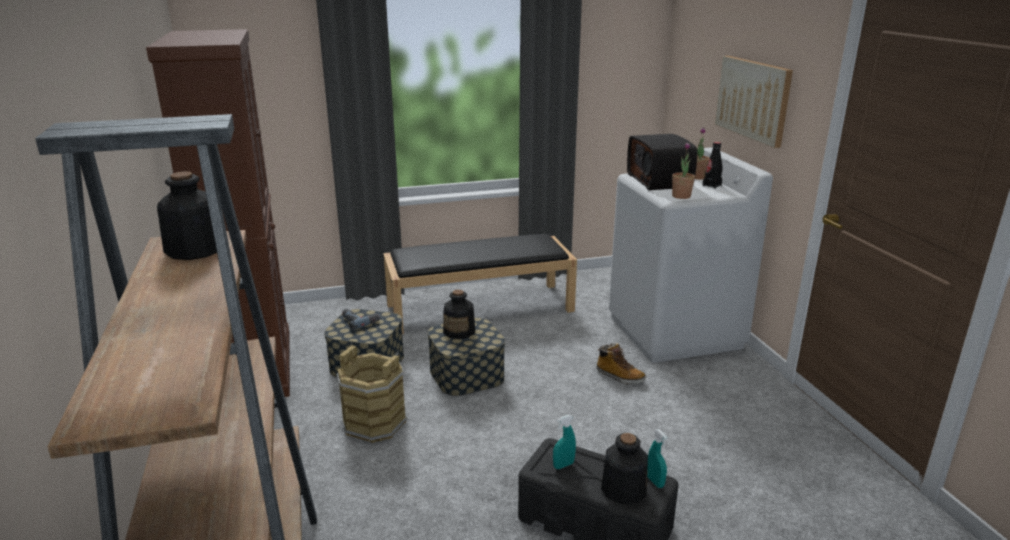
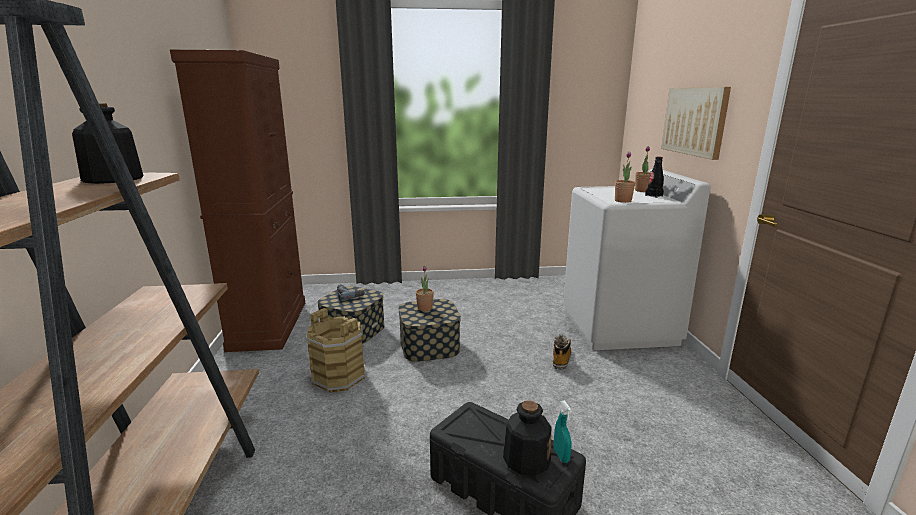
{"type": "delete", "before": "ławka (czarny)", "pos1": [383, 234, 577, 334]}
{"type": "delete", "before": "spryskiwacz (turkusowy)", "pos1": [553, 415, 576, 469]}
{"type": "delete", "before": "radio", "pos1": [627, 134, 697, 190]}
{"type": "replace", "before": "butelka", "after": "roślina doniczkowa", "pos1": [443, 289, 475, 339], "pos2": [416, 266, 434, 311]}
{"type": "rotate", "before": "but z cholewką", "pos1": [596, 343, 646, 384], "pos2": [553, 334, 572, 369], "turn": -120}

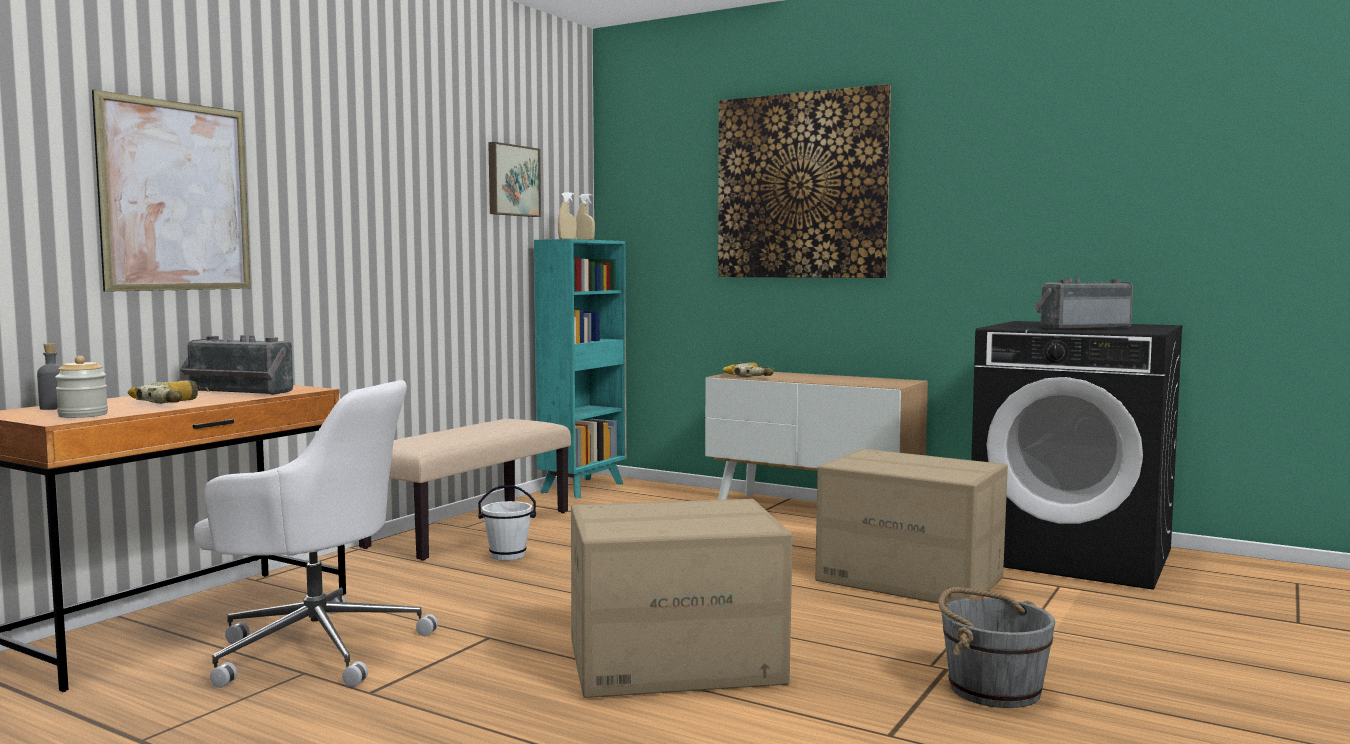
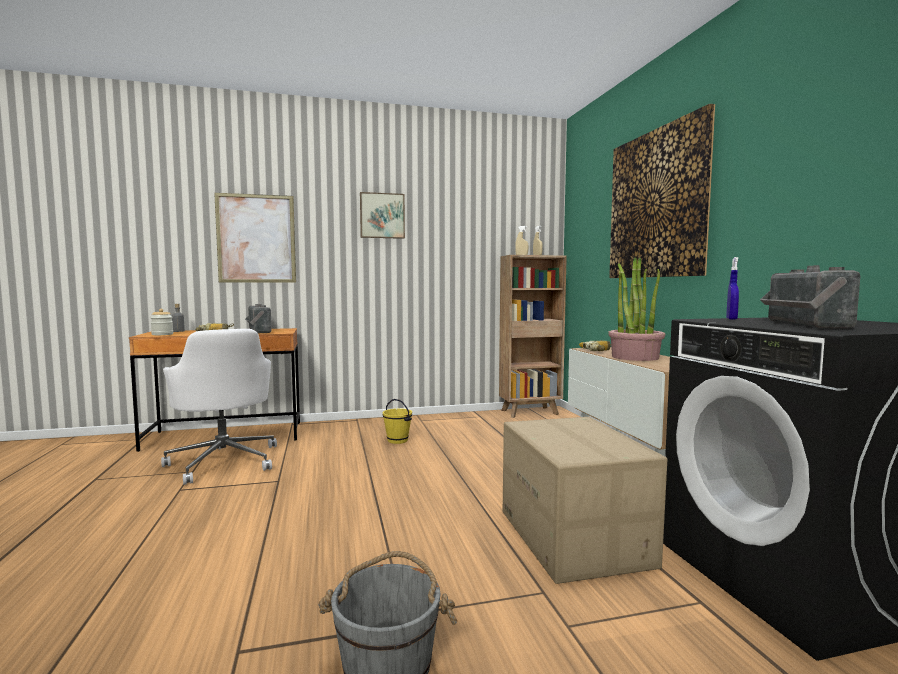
{"type": "delete", "before": "ławka (beżowy)", "pos1": [359, 419, 571, 561]}
{"type": "delete", "before": "karton", "pos1": [571, 499, 793, 698]}
{"type": "insert", "after": "roślina doniczkowa", "pos2": [608, 257, 665, 361]}
{"type": "insert", "after": "spryskiwacz (niebieski)", "pos2": [726, 257, 739, 320]}
{"type": "move", "before": "obraz", "pos1": [488, 142, 541, 217], "pos2": [360, 192, 405, 239]}
{"type": "recolor", "before": "wiadro (biały)", "after": "wiadro (żółty)", "pos1": [478, 485, 536, 561], "pos2": [382, 399, 412, 444]}
{"type": "recolor", "before": "regał (turkusowy)", "after": "regał (brązowy)", "pos1": [534, 239, 627, 498], "pos2": [499, 255, 567, 418]}
{"type": "rotate", "before": "radio", "pos1": [1034, 277, 1133, 329], "pos2": [760, 265, 860, 329], "turn": -105}

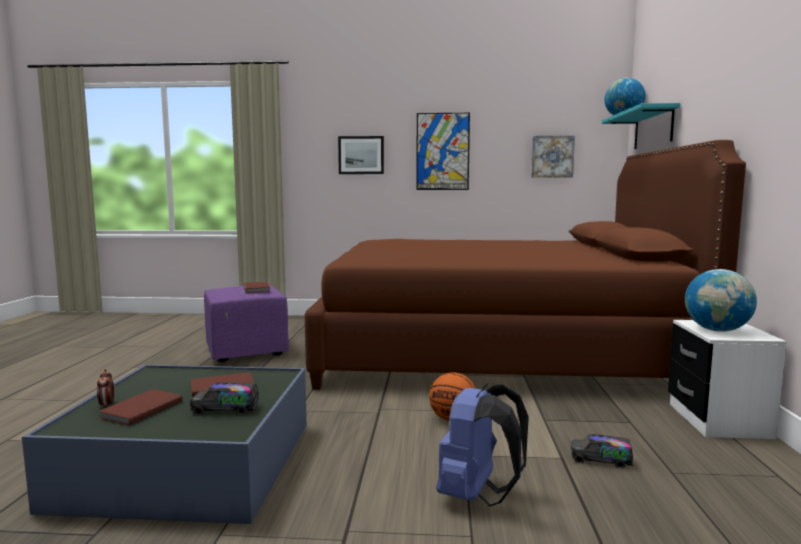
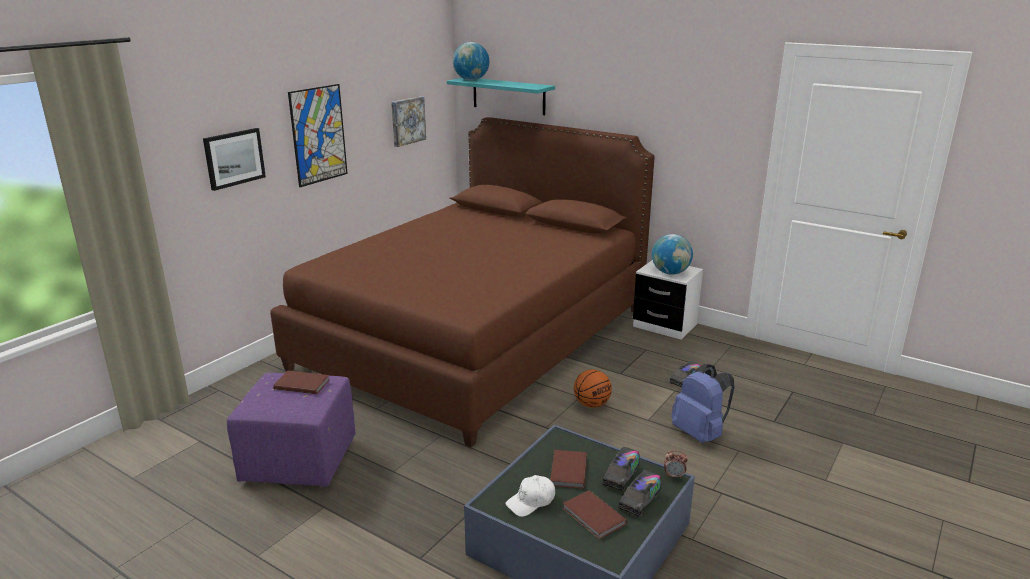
{"type": "insert", "after": "czapka z daszkiem (biały)", "pos2": [505, 475, 555, 517]}
{"type": "insert", "after": "ciężarówka zabawkowa", "pos2": [618, 470, 662, 517]}
{"type": "move", "before": "budzik", "pos1": [97, 369, 114, 409], "pos2": [664, 450, 688, 478]}

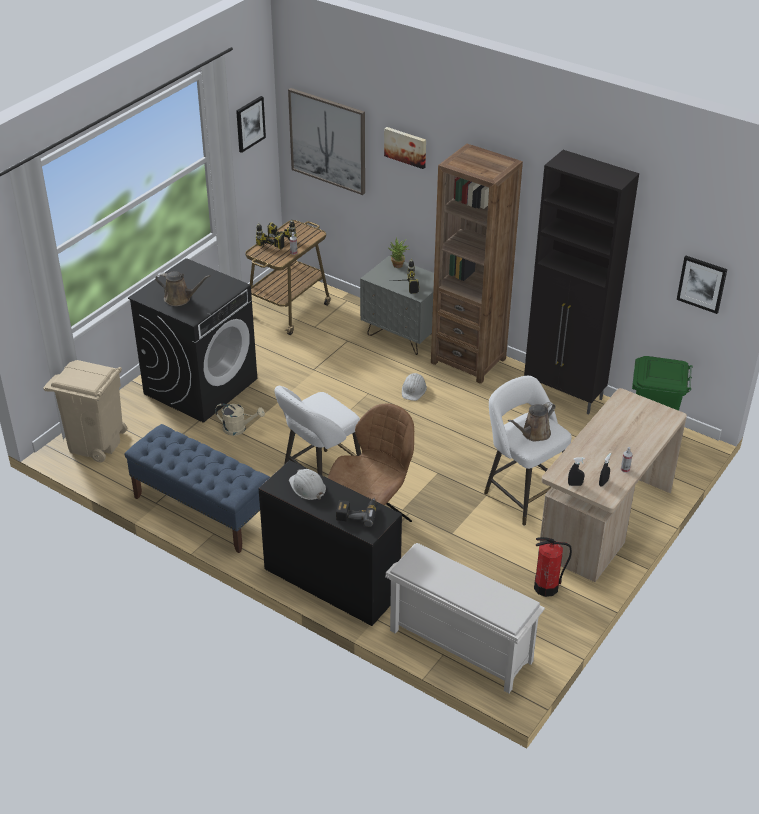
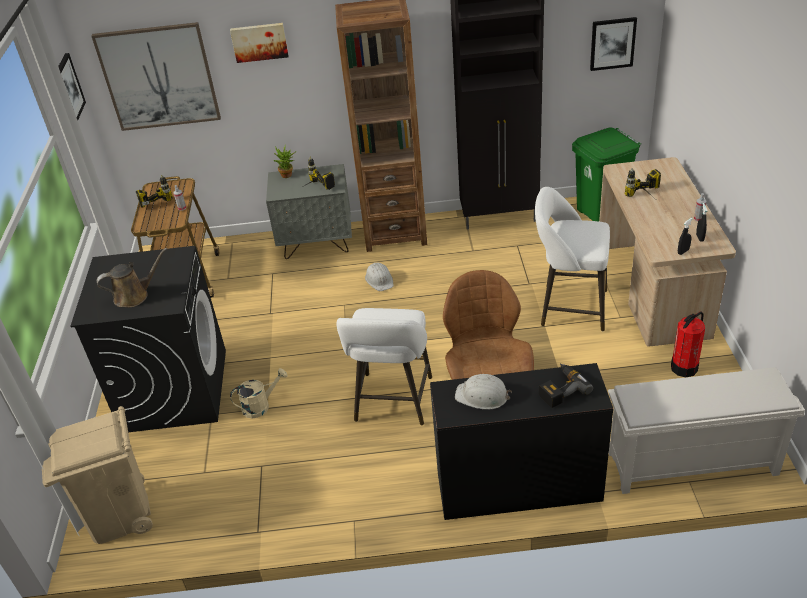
{"type": "delete", "before": "ławka (niebieski)", "pos1": [124, 424, 270, 553]}
{"type": "delete", "before": "konewka (brązowy)", "pos1": [508, 402, 556, 441]}
{"type": "move", "before": "wiertarka", "pos1": [256, 223, 284, 250], "pos2": [625, 168, 661, 198]}

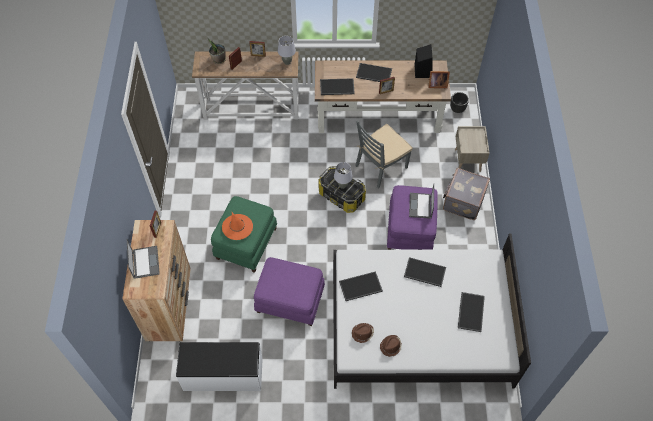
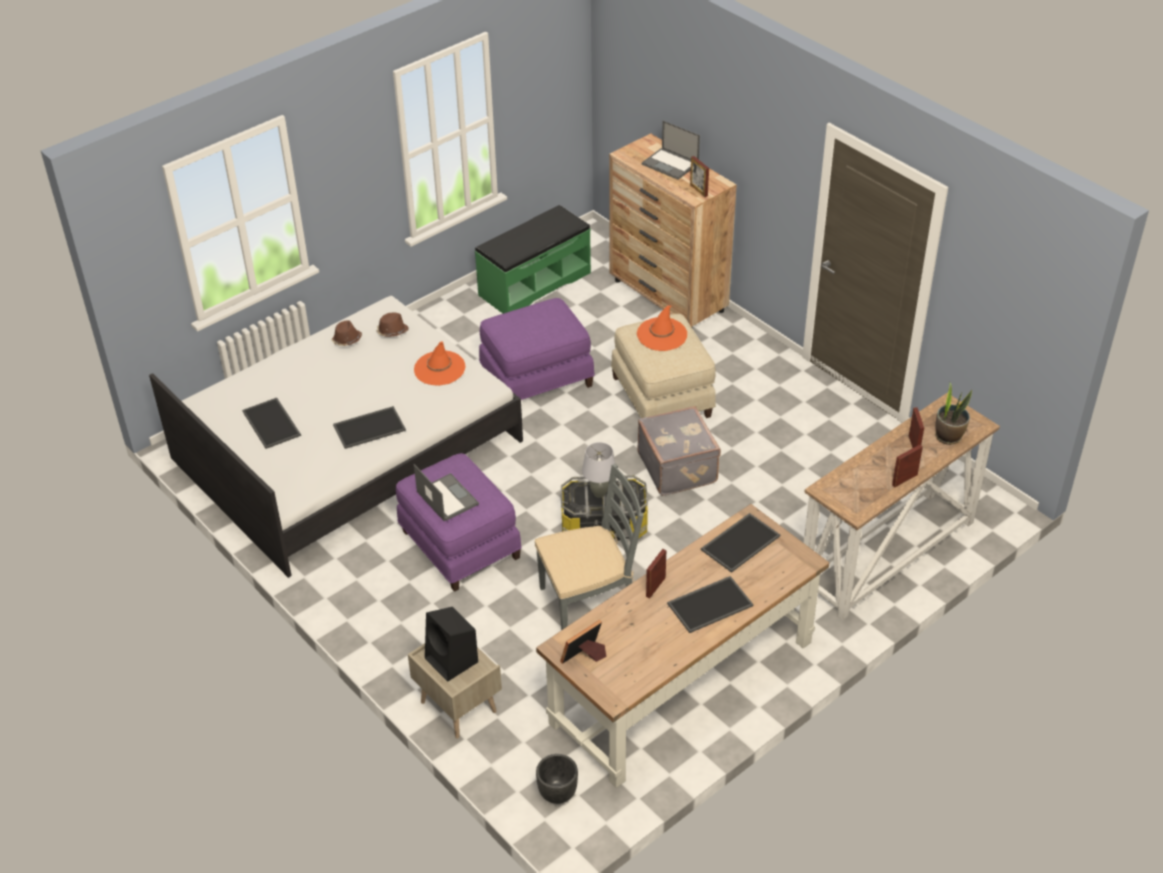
{"type": "delete", "before": "lampa stołowa (szary)", "pos1": [278, 36, 296, 65]}
{"type": "move", "before": "głośnik (czarny)", "pos1": [414, 44, 433, 78], "pos2": [425, 607, 478, 682]}
{"type": "move", "before": "walizka (szary)", "pos1": [443, 168, 490, 220], "pos2": [637, 406, 721, 496]}
{"type": "replace", "before": "taca", "after": "kapelusz (pomarańczowy)", "pos1": [339, 271, 383, 301], "pos2": [414, 341, 466, 386]}
{"type": "recolor", "before": "ławka (biały)", "after": "ławka (zielony)", "pos1": [176, 342, 263, 391], "pos2": [475, 205, 591, 314]}
{"type": "recolor", "before": "pufa (zielony)", "after": "pufa (beżowy)", "pos1": [211, 196, 277, 273], "pos2": [611, 314, 716, 418]}
{"type": "rotate", "before": "krzesło (szary)", "pos1": [355, 120, 413, 188], "pos2": [535, 464, 644, 630], "turn": 60}

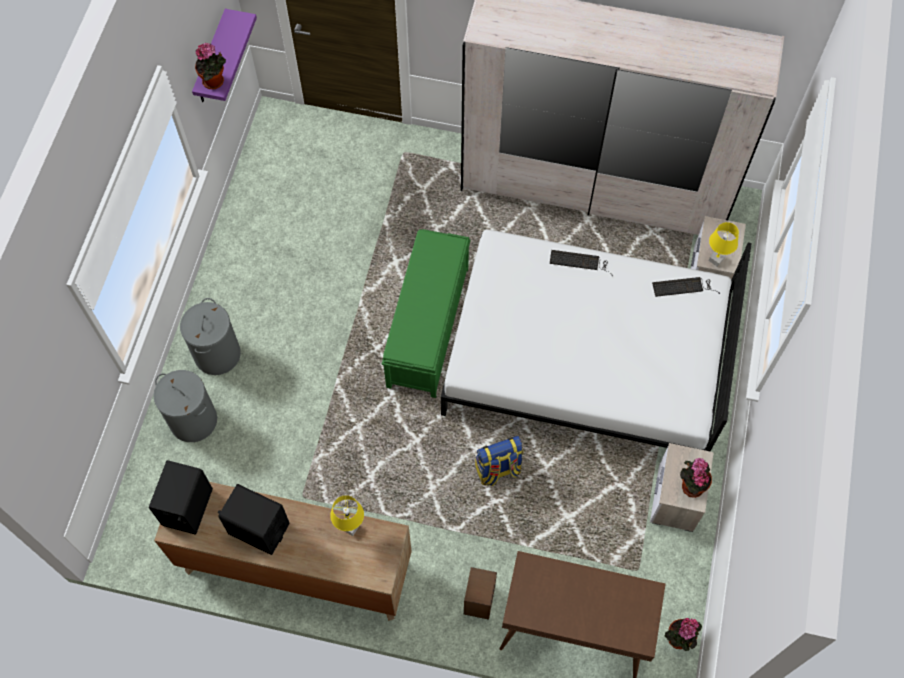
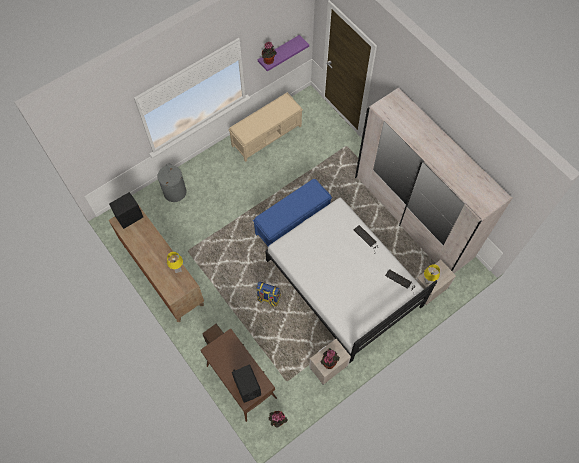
{"type": "delete", "before": "kosz na pranie (szary)", "pos1": [180, 298, 241, 375]}
{"type": "insert", "after": "ławka (beżowy)", "pos2": [229, 92, 303, 162]}
{"type": "move", "before": "głośnik (czarny)", "pos1": [218, 484, 289, 555], "pos2": [232, 364, 261, 403]}
{"type": "recolor", "before": "ławka (zielony)", "after": "ławka (niebieski)", "pos1": [382, 229, 471, 398], "pos2": [253, 179, 332, 246]}

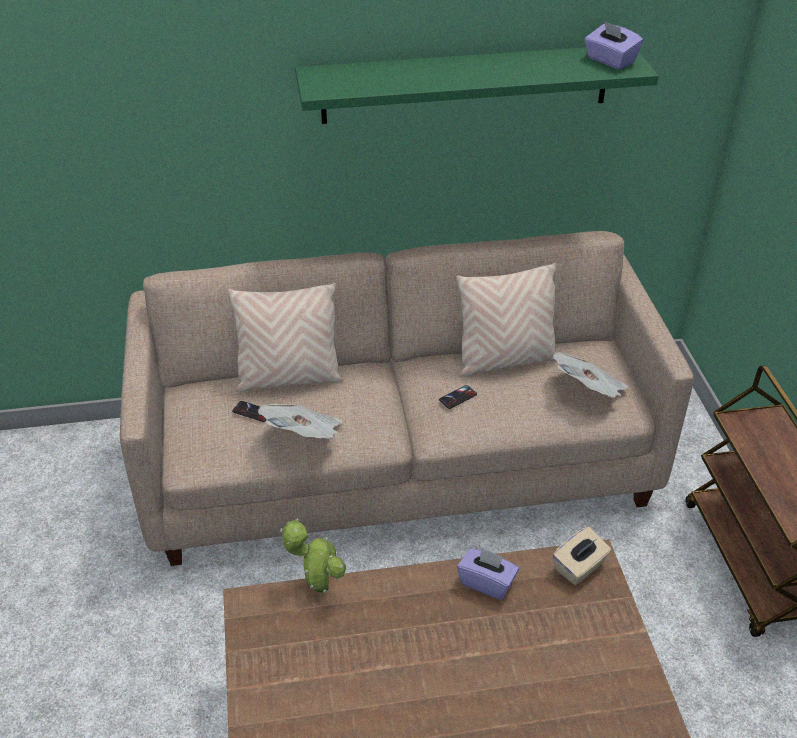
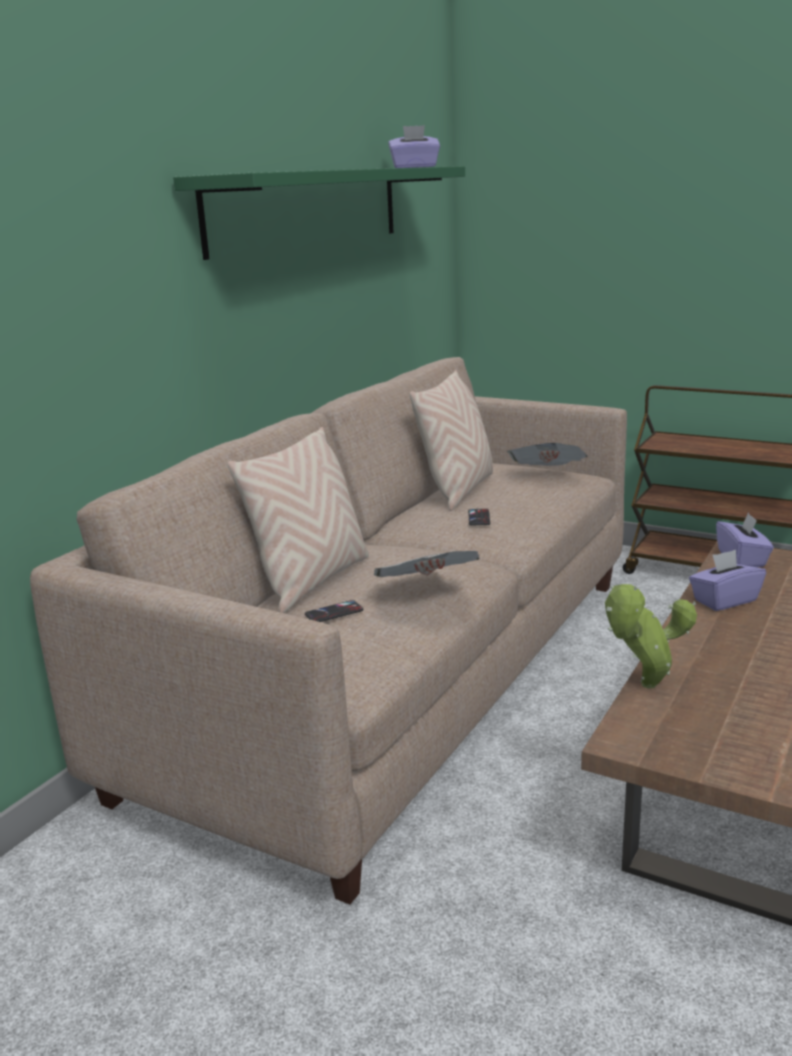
{"type": "recolor", "before": "pudełko chusteczek (beżowy)", "after": "pudełko chusteczek (fioletowy)", "pos1": [553, 527, 611, 585], "pos2": [716, 512, 774, 567]}

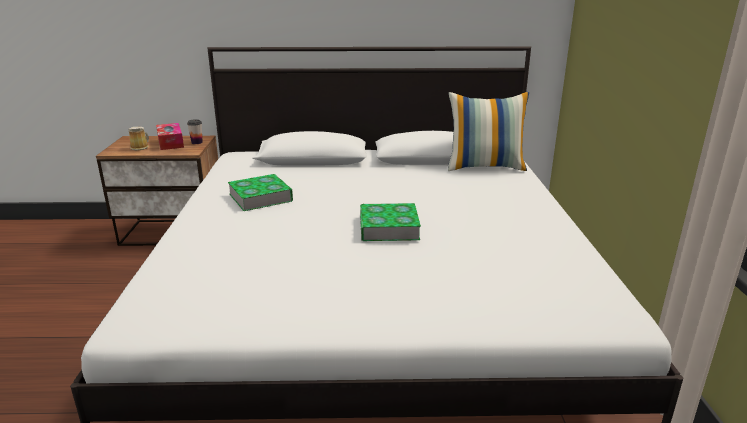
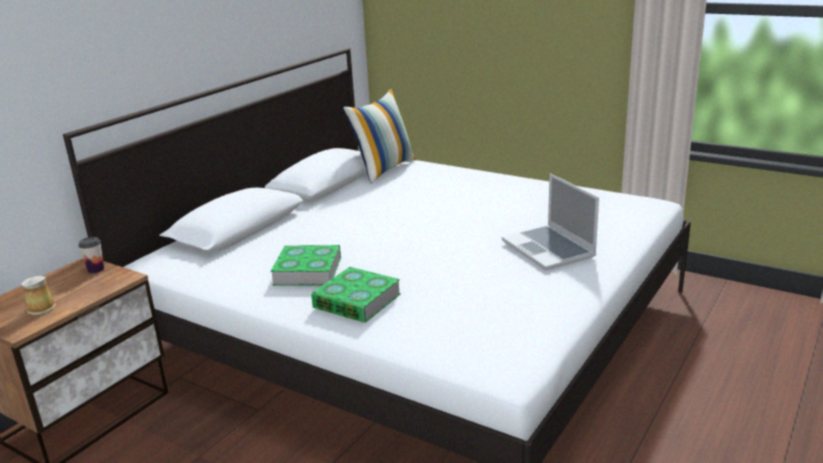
{"type": "delete", "before": "pudełko chusteczek", "pos1": [156, 123, 184, 150]}
{"type": "insert", "after": "laptop", "pos2": [502, 173, 599, 270]}
{"type": "move", "before": "książka", "pos1": [360, 203, 421, 241], "pos2": [311, 267, 401, 323]}

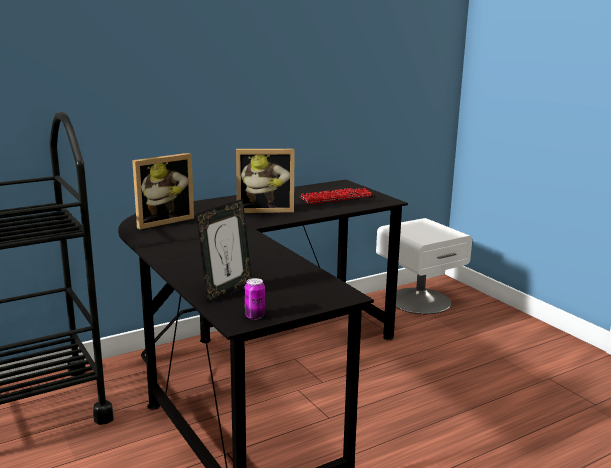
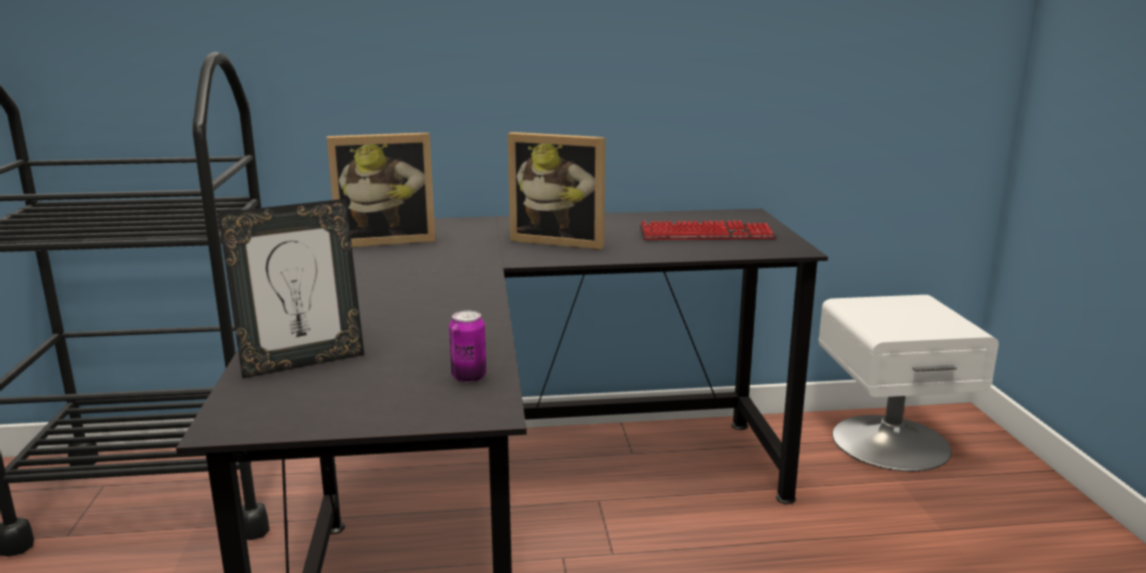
{"type": "move", "before": "puszka", "pos1": [245, 278, 265, 320], "pos2": [449, 311, 486, 383]}

